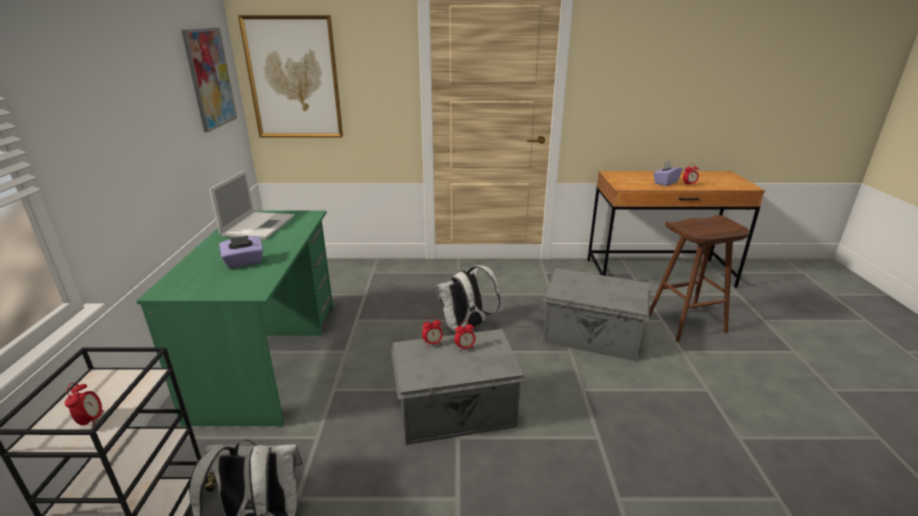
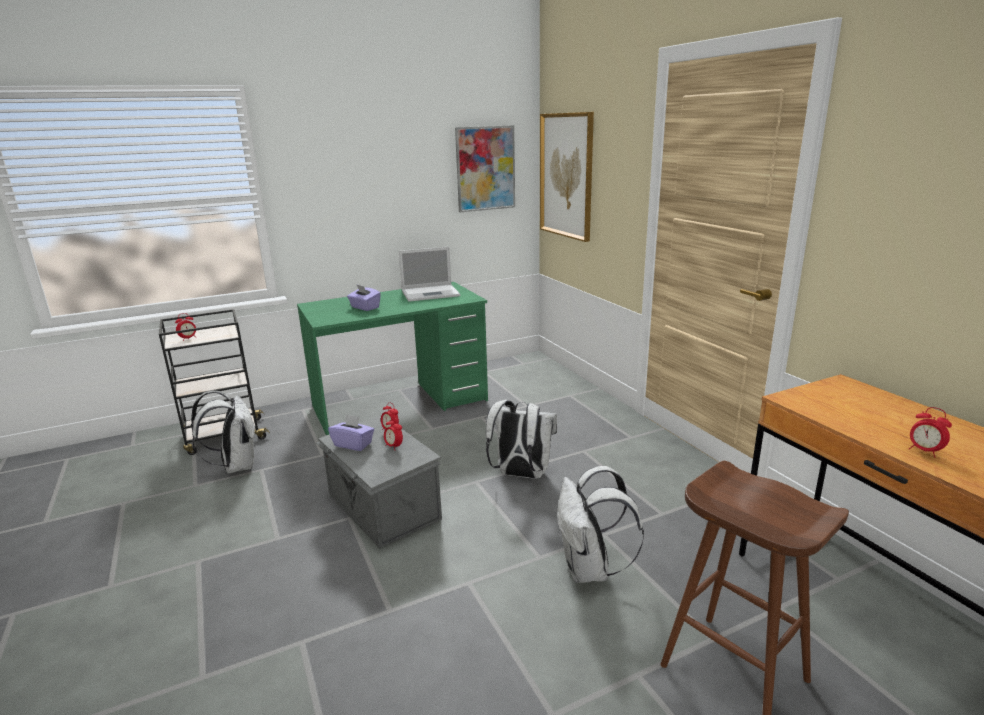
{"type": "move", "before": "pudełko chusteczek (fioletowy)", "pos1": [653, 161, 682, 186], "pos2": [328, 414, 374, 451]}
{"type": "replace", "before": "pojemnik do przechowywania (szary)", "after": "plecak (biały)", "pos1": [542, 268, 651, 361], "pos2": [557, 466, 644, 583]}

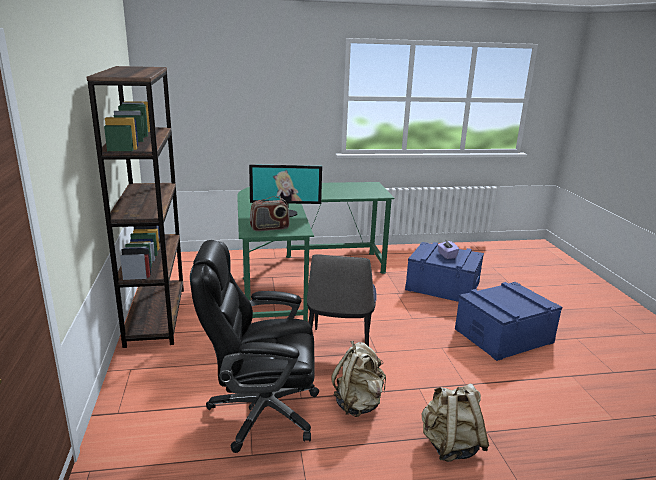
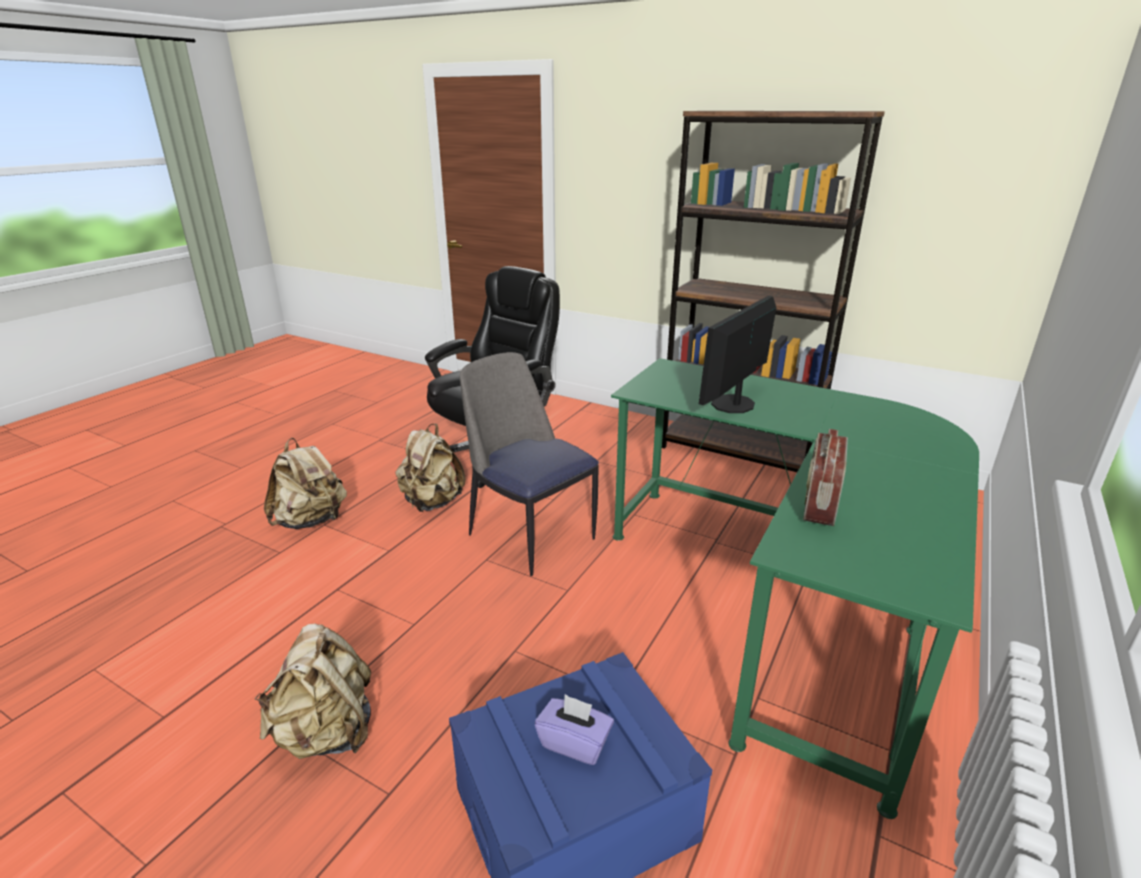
{"type": "move", "before": "radio", "pos1": [250, 196, 290, 231], "pos2": [803, 429, 848, 526]}
{"type": "replace", "before": "pojemnik do przechowywania (niebieski)", "after": "plecak (beżowy)", "pos1": [455, 282, 562, 361], "pos2": [255, 623, 371, 759]}

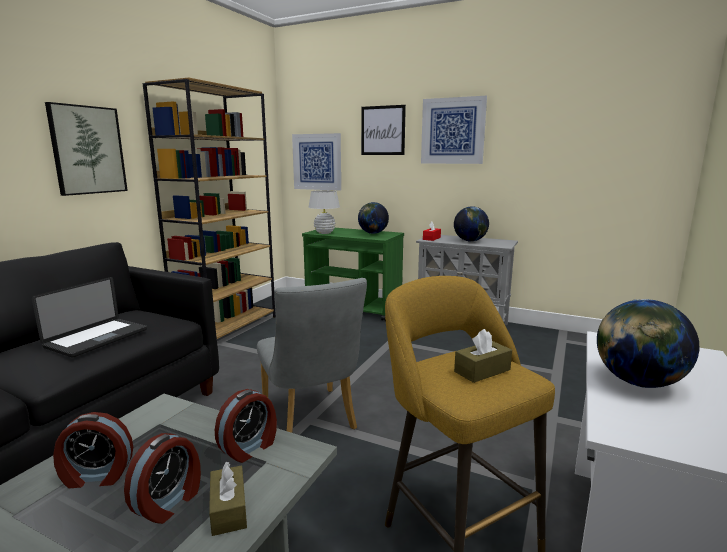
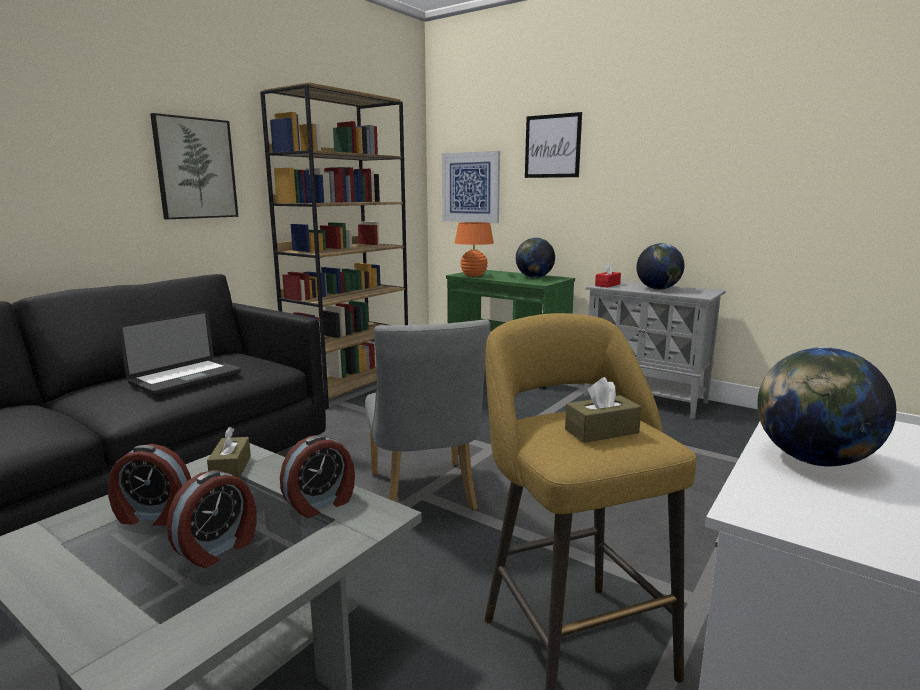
{"type": "delete", "before": "obraz", "pos1": [421, 96, 487, 164]}
{"type": "move", "before": "pudełko chusteczek (brązowy)", "pos1": [209, 462, 247, 536], "pos2": [207, 427, 251, 478]}
{"type": "recolor", "before": "lampa stołowa (biały)", "after": "lampa stołowa (pomarańczowy)", "pos1": [308, 190, 340, 234], "pos2": [455, 222, 494, 277]}

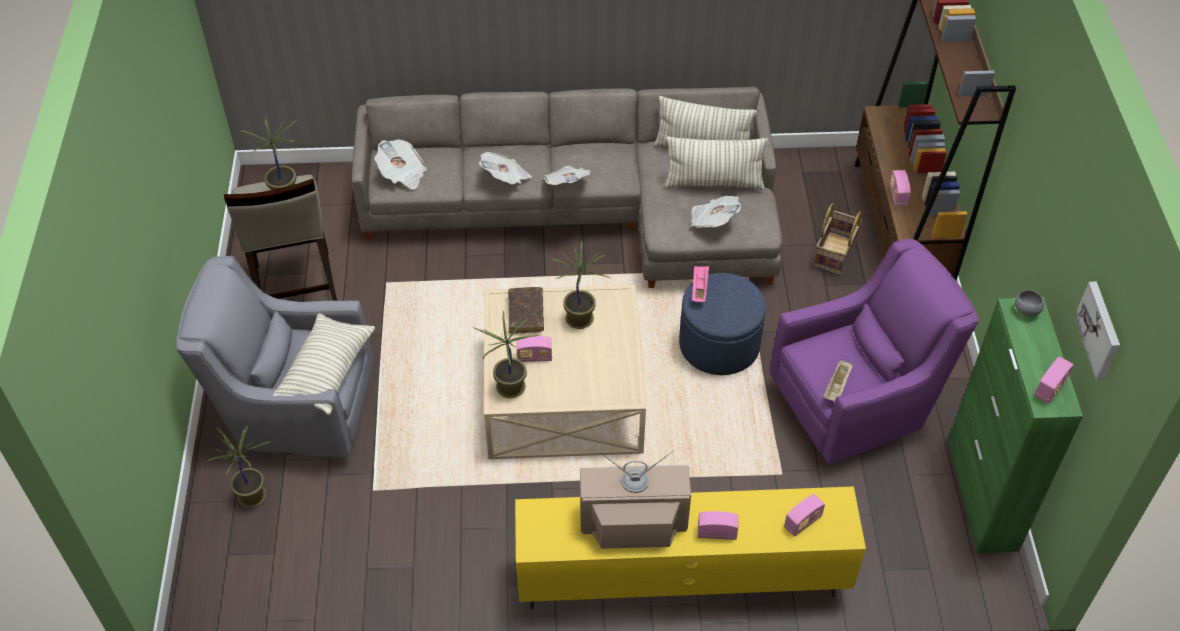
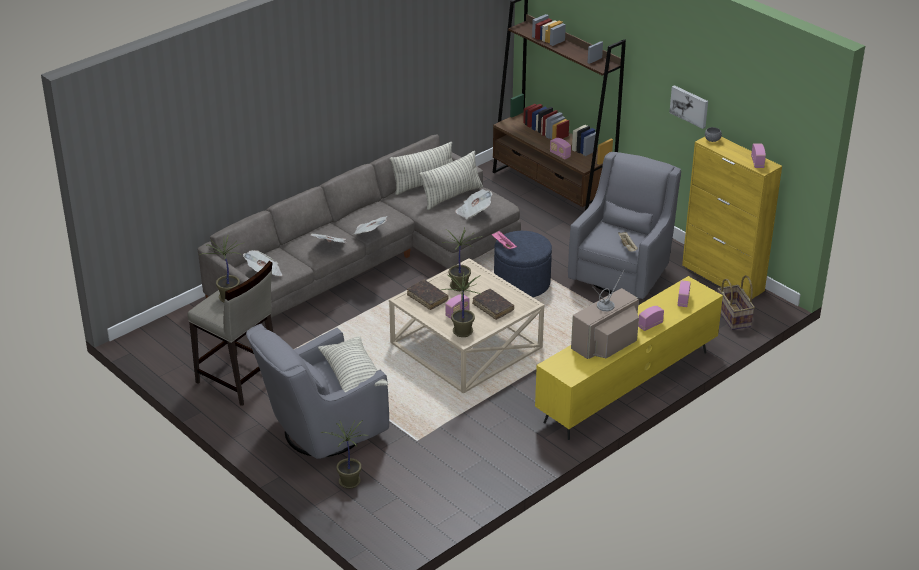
{"type": "insert", "after": "książka (brązowy)", "pos2": [472, 289, 514, 320]}
{"type": "move", "before": "koszyk", "pos1": [813, 203, 862, 275], "pos2": [718, 275, 755, 330]}
{"type": "move", "before": "obraz", "pos1": [1074, 281, 1120, 380], "pos2": [669, 85, 708, 129]}
{"type": "recolor", "before": "fotel (fioletowy)", "after": "fotel (szary)", "pos1": [770, 239, 979, 464], "pos2": [568, 152, 681, 299]}
{"type": "recolor", "before": "szafka (zielony)", "after": "szafka (żółty)", "pos1": [948, 297, 1083, 553], "pos2": [682, 137, 782, 299]}

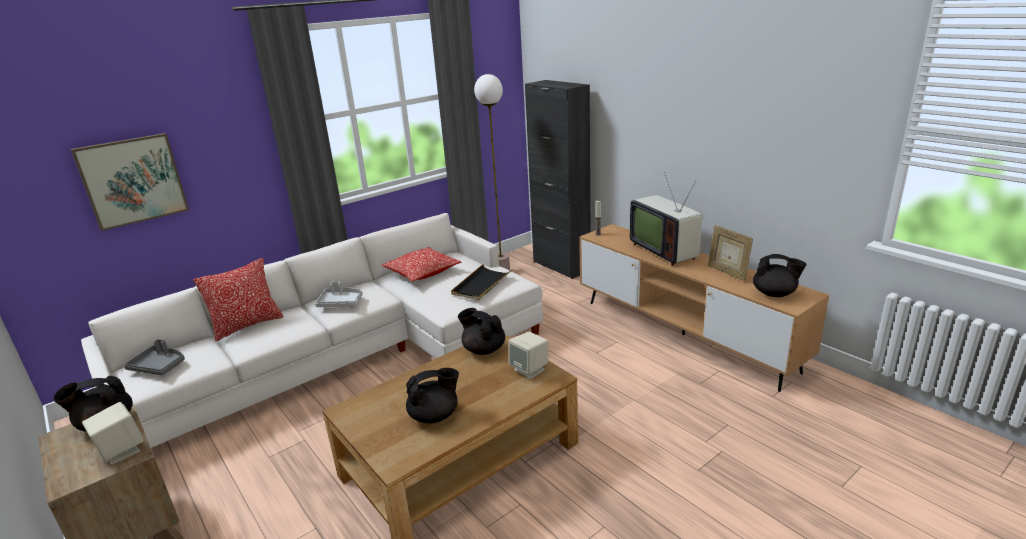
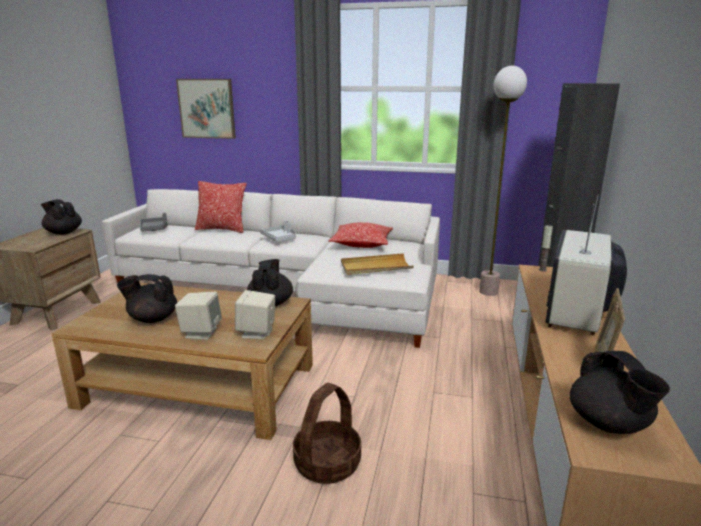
{"type": "insert", "after": "koszyk", "pos2": [293, 383, 361, 484]}
{"type": "move", "before": "głośnik (beżowy)", "pos1": [82, 402, 144, 464], "pos2": [175, 292, 222, 340]}
{"type": "recolor", "before": "taca (czarny)", "after": "taca (beżowy)", "pos1": [451, 264, 512, 300], "pos2": [341, 253, 414, 275]}
{"type": "rotate", "before": "imbryk (czarny)", "pos1": [406, 368, 459, 423], "pos2": [117, 274, 177, 323], "turn": 150}

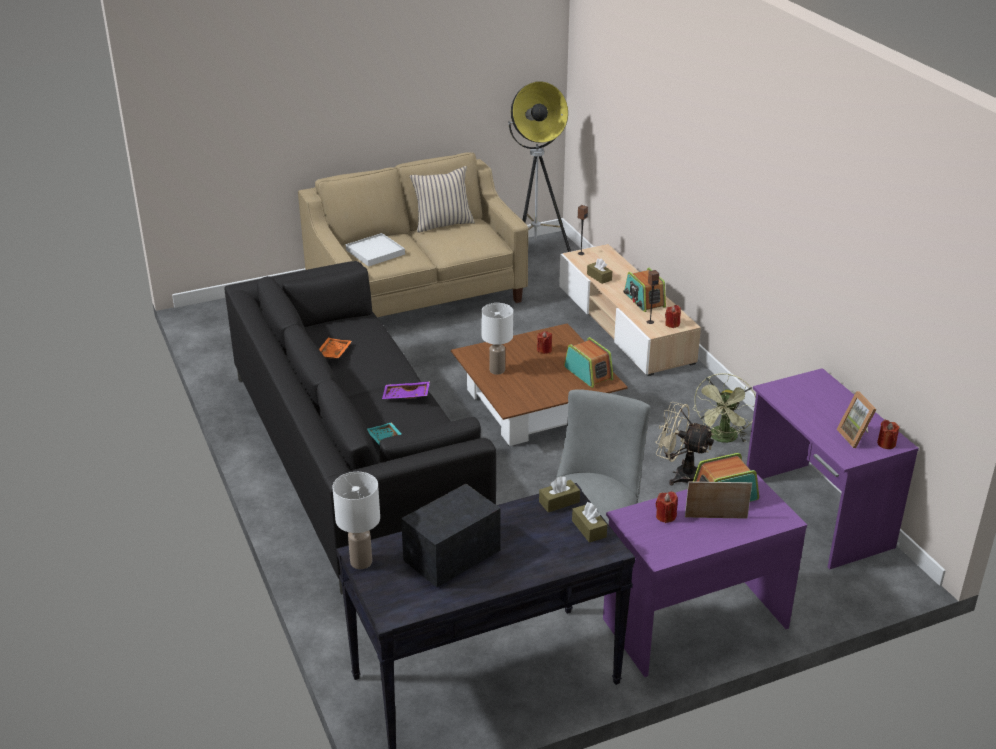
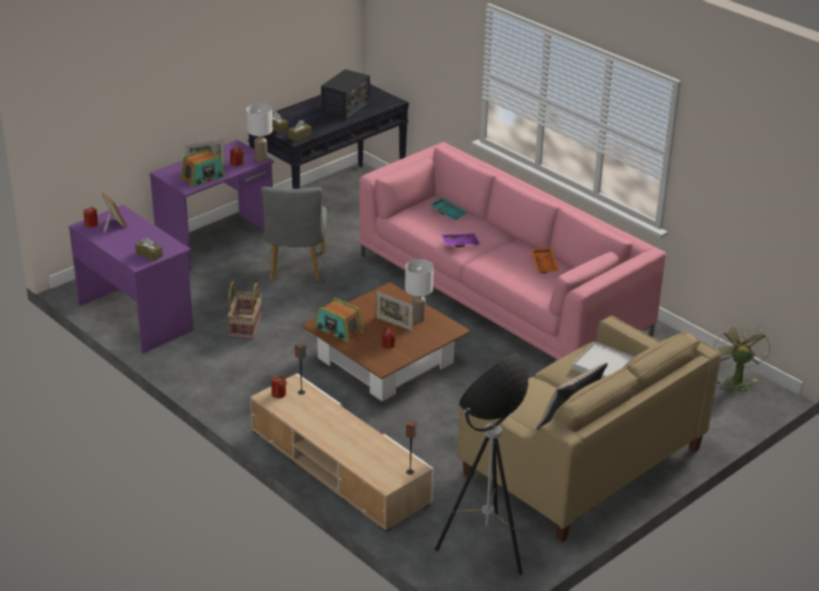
{"type": "delete", "before": "radio", "pos1": [623, 268, 666, 312]}
{"type": "insert", "after": "ramka na zdjęcie", "pos2": [376, 291, 413, 331]}
{"type": "move", "before": "lampa stołowa (biały)", "pos1": [333, 472, 380, 569], "pos2": [246, 103, 273, 162]}
{"type": "move", "before": "pudełko chusteczek (brązowy)", "pos1": [587, 259, 612, 284], "pos2": [135, 237, 163, 262]}
{"type": "move", "before": "wentylator (zielony)", "pos1": [693, 373, 756, 443], "pos2": [713, 322, 770, 396]}
{"type": "replace", "before": "wentylator (beżowy)", "after": "koszyk", "pos1": [655, 402, 714, 485], "pos2": [228, 281, 262, 340]}
{"type": "recolor", "before": "kanapa (czarny)", "after": "kanapa (różowy)", "pos1": [224, 261, 496, 595], "pos2": [359, 142, 666, 360]}

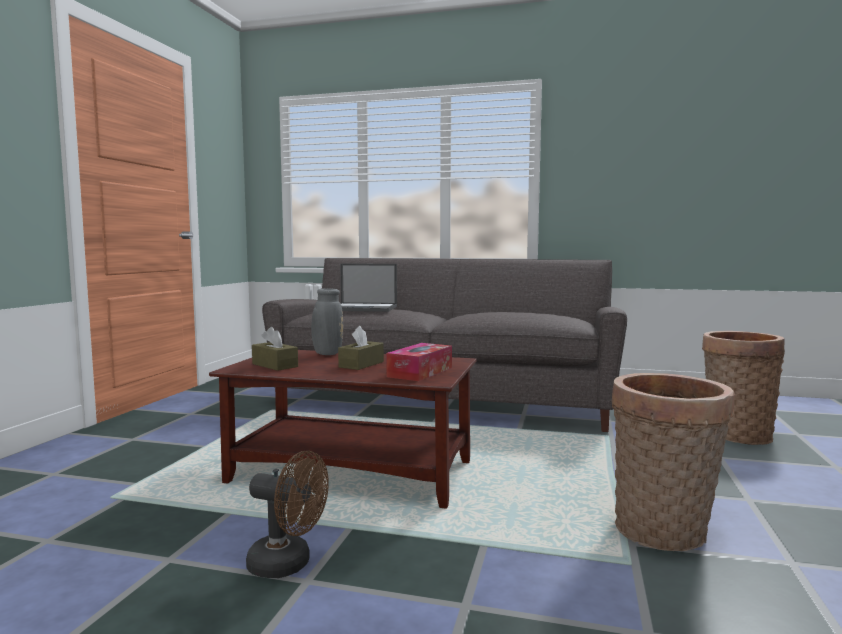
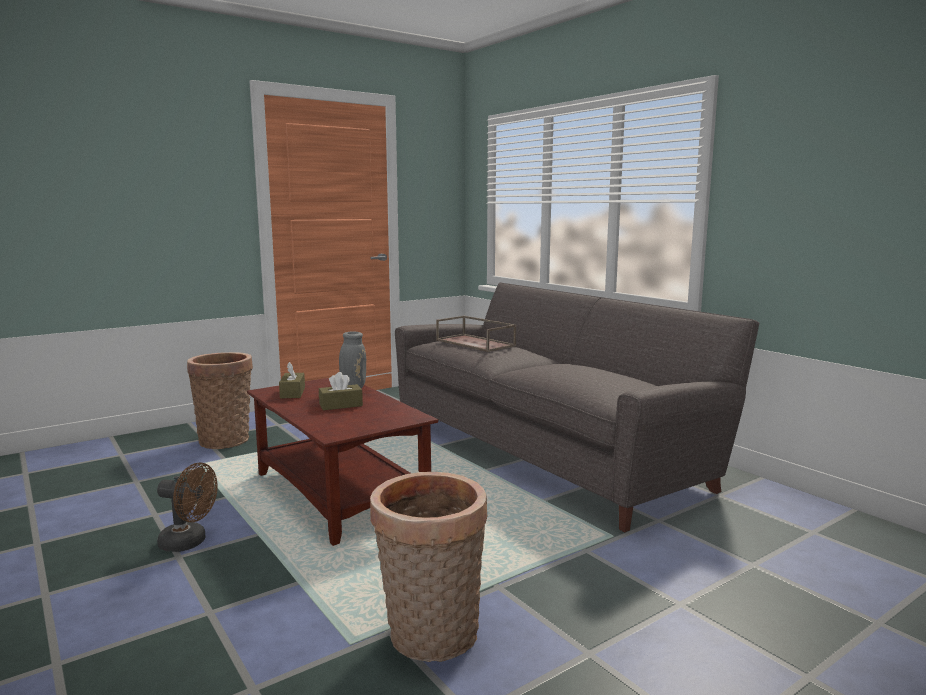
{"type": "delete", "before": "pudełko chusteczek", "pos1": [386, 343, 452, 381]}
{"type": "move", "before": "koszyk", "pos1": [702, 331, 785, 445], "pos2": [187, 352, 253, 449]}
{"type": "replace", "before": "laptop", "after": "taca (brązowy)", "pos1": [340, 263, 397, 312], "pos2": [436, 316, 517, 352]}
{"type": "rotate", "before": "wentylator (brązowy)", "pos1": [246, 451, 329, 578], "pos2": [157, 462, 218, 552], "turn": -45}

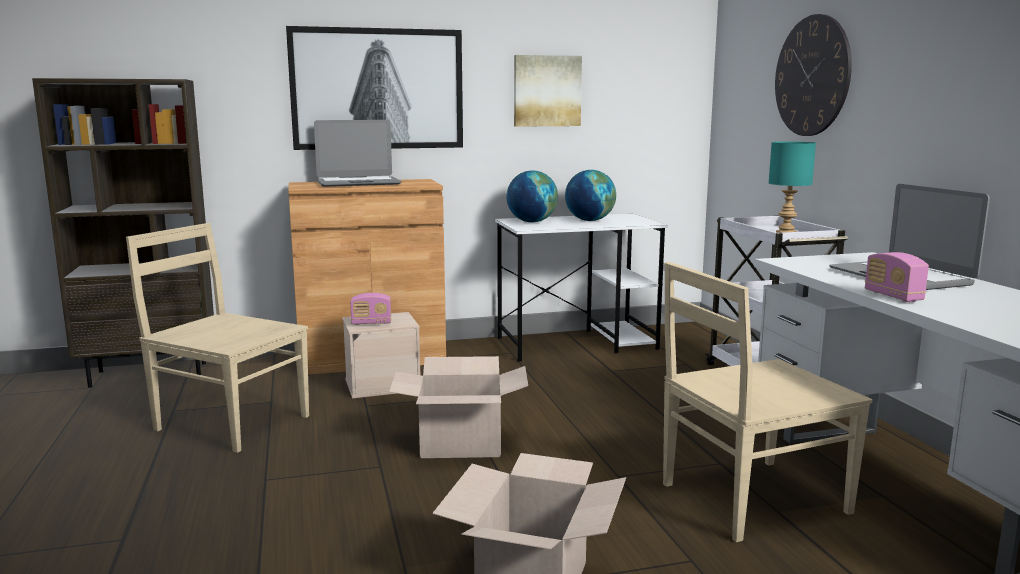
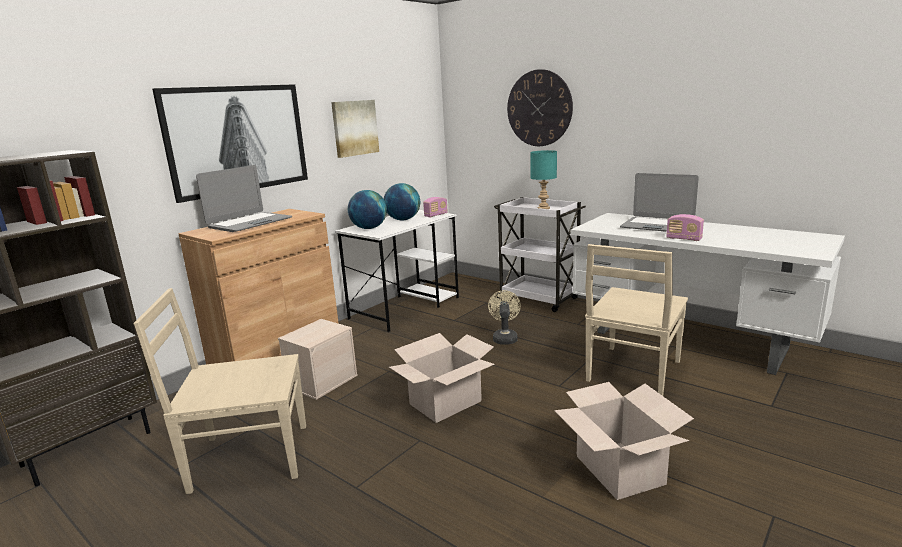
{"type": "insert", "after": "wentylator (beżowy)", "pos2": [488, 290, 521, 345]}
{"type": "move", "before": "radio", "pos1": [350, 293, 391, 325], "pos2": [423, 197, 448, 217]}

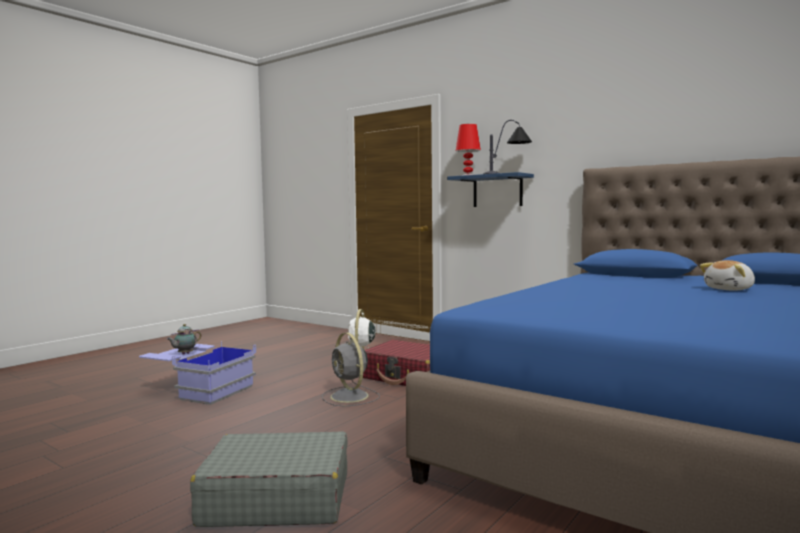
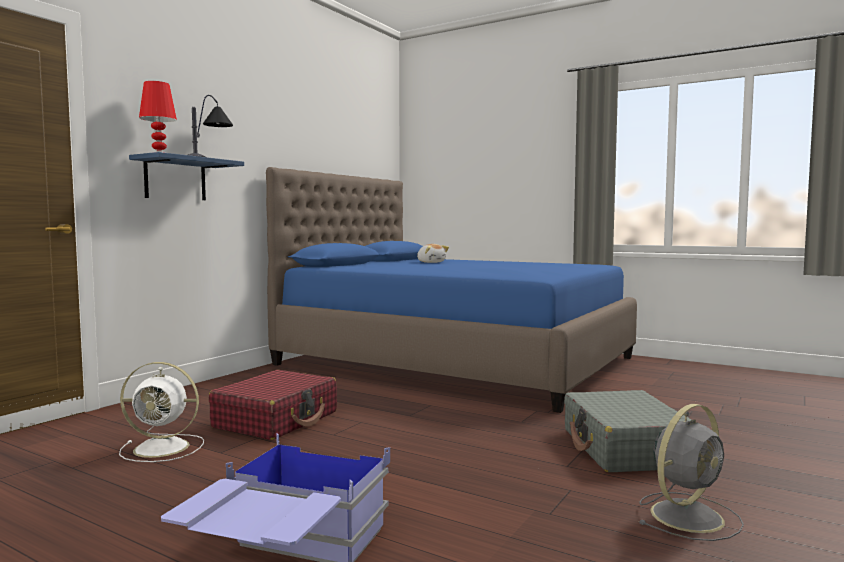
{"type": "delete", "before": "imbryk", "pos1": [167, 324, 201, 355]}
{"type": "move", "before": "wentylator (szary)", "pos1": [322, 333, 380, 406], "pos2": [638, 404, 744, 541]}

